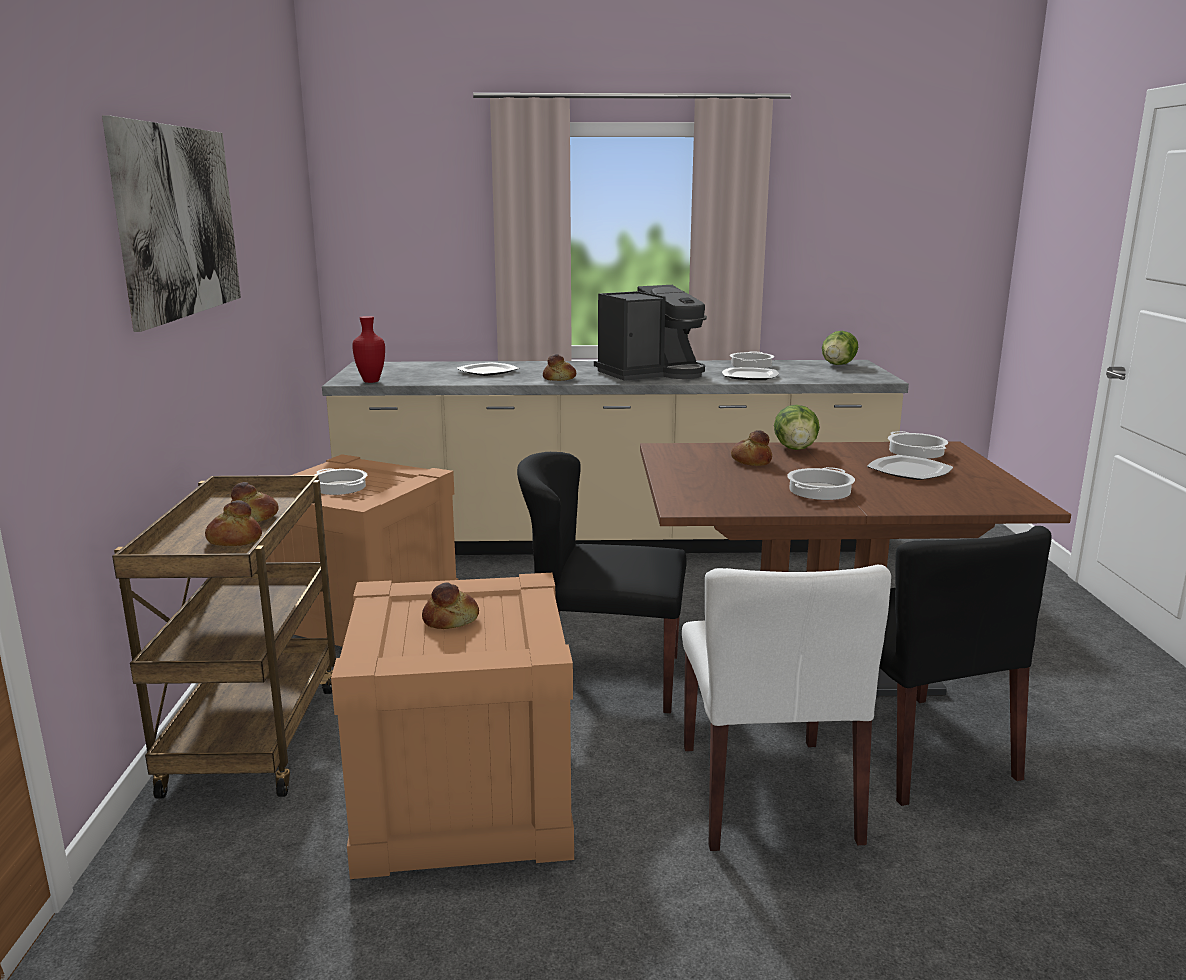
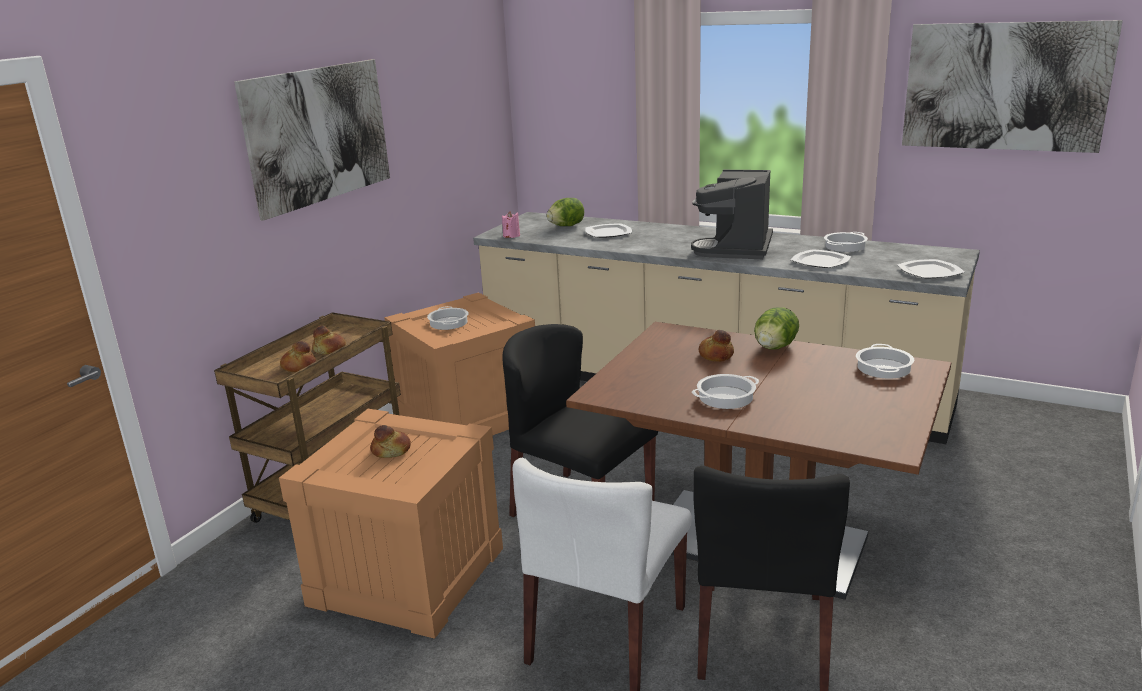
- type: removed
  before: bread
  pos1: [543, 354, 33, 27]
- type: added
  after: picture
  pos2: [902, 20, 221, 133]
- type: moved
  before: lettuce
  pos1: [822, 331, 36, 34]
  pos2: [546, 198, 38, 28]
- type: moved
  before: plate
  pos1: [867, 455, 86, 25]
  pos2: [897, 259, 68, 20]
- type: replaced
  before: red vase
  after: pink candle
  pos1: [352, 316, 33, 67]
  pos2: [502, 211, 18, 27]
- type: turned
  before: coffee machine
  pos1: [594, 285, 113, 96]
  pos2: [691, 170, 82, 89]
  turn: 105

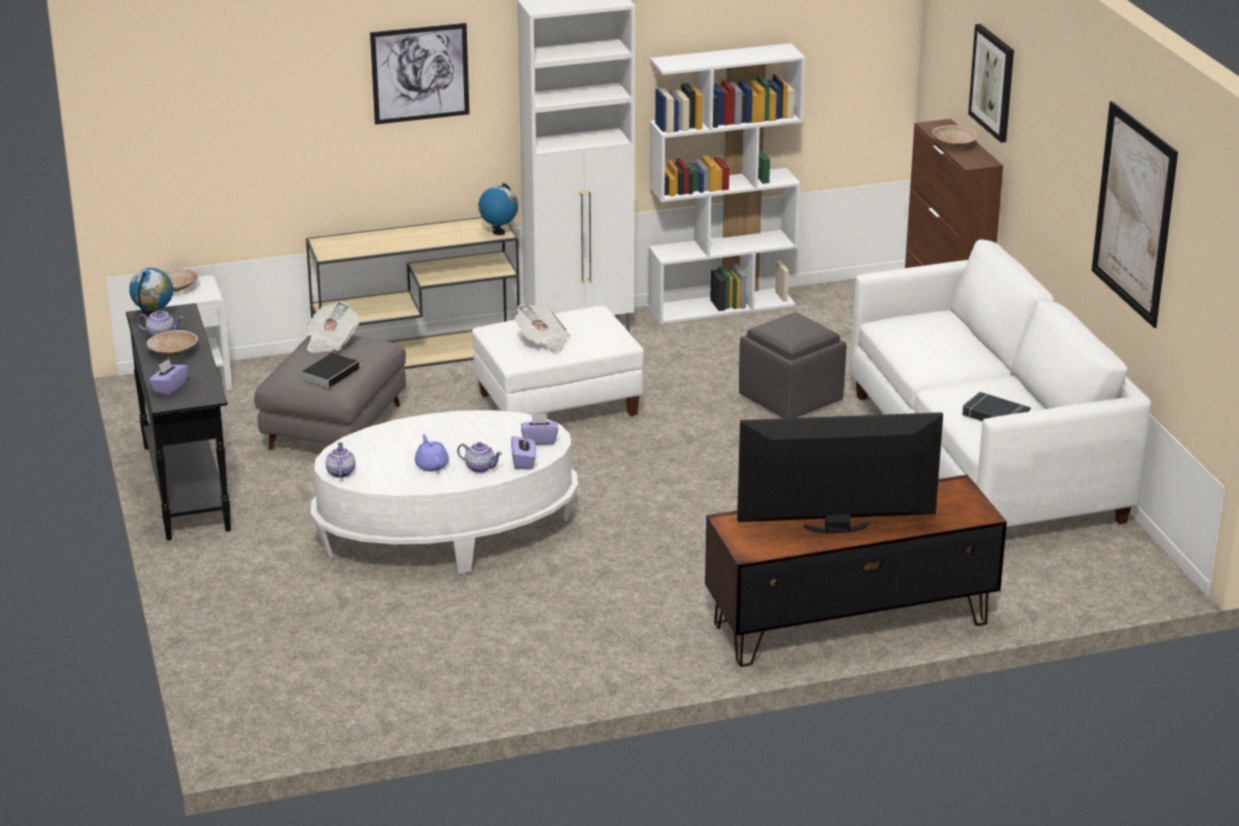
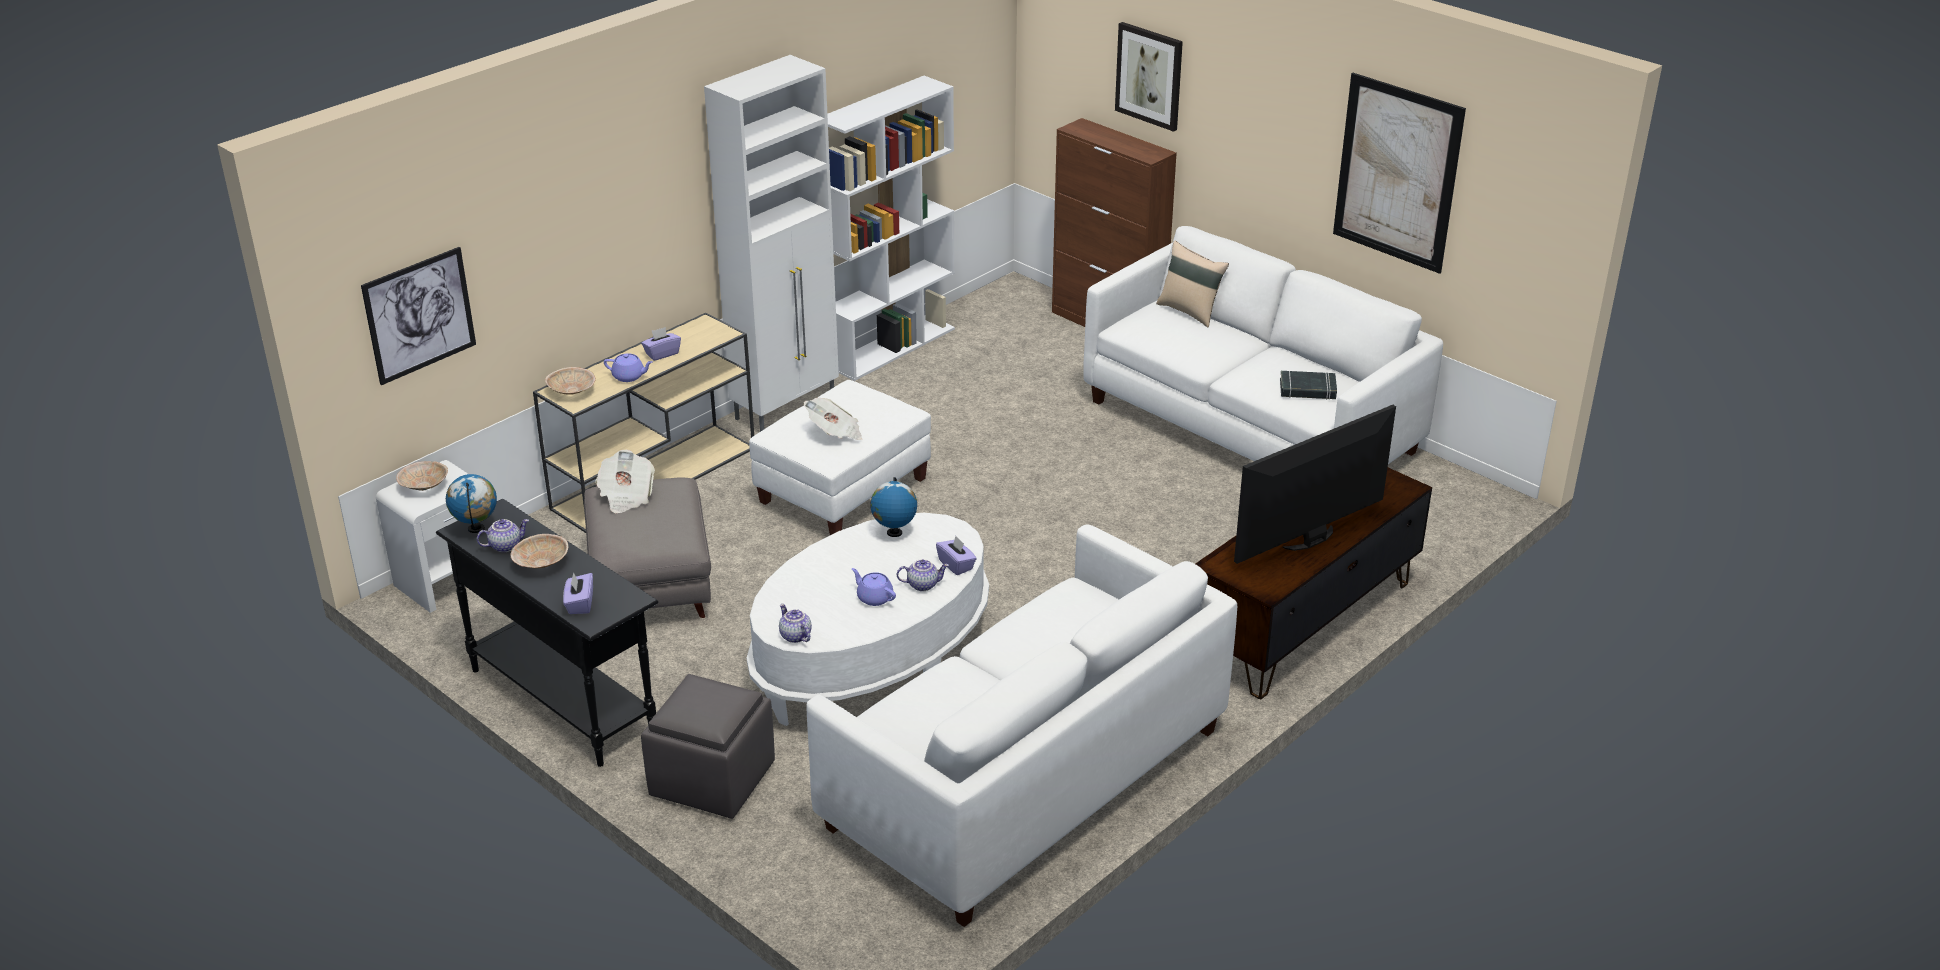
- type: removed
  before: book
  pos1: [302, 353, 59, 35]
- type: added
  after: purple teapot
  pos2: [604, 354, 49, 28]
- type: added
  after: white sofa
  pos2: [806, 525, 431, 402]
- type: added
  after: beige pillow
  pos2: [1156, 241, 73, 86]
- type: moved
  before: picture
  pos1: [370, 23, 100, 101]
  pos2: [361, 247, 115, 138]
- type: moved
  before: globe
  pos1: [478, 183, 40, 52]
  pos2: [870, 477, 47, 60]
- type: moved
  before: purple tissue box
  pos1: [521, 414, 37, 31]
  pos2: [641, 327, 40, 34]
- type: moved
  before: grey ottoman
  pos1: [739, 312, 107, 106]
  pos2: [641, 674, 134, 145]
- type: moved
  before: beige bowl
  pos1: [933, 125, 44, 23]
  pos2: [545, 367, 51, 28]

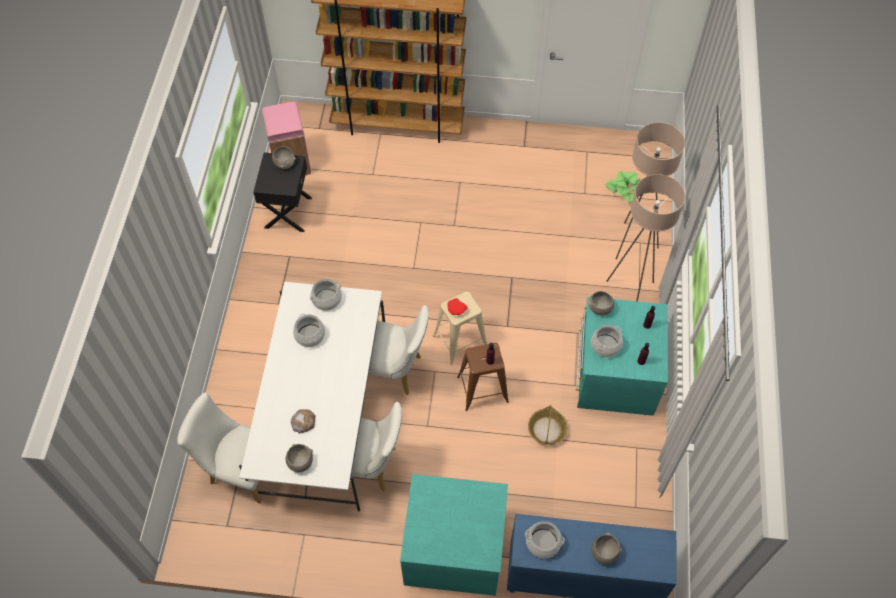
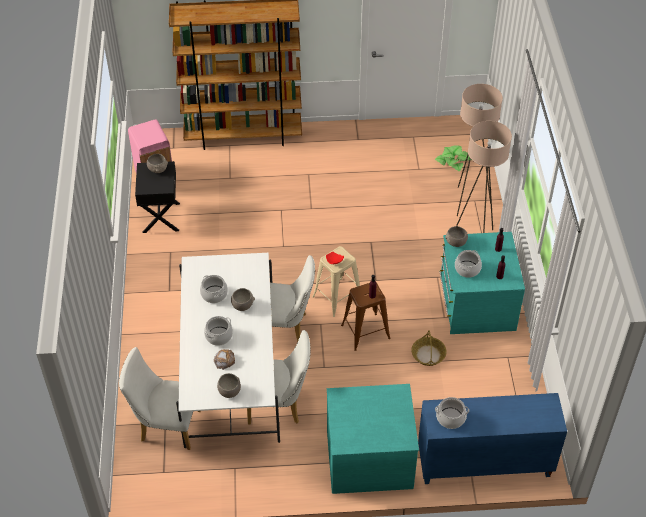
- type: moved
  before: cooking pot
  pos1: [310, 279, 32, 32]
  pos2: [204, 316, 29, 30]
- type: moved
  before: grey bowl
  pos1: [591, 533, 31, 31]
  pos2: [231, 288, 24, 23]

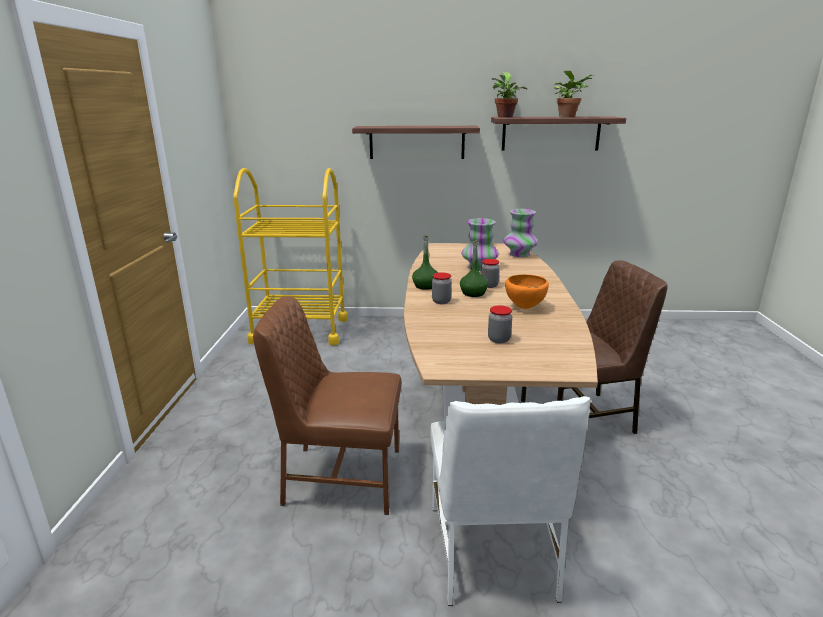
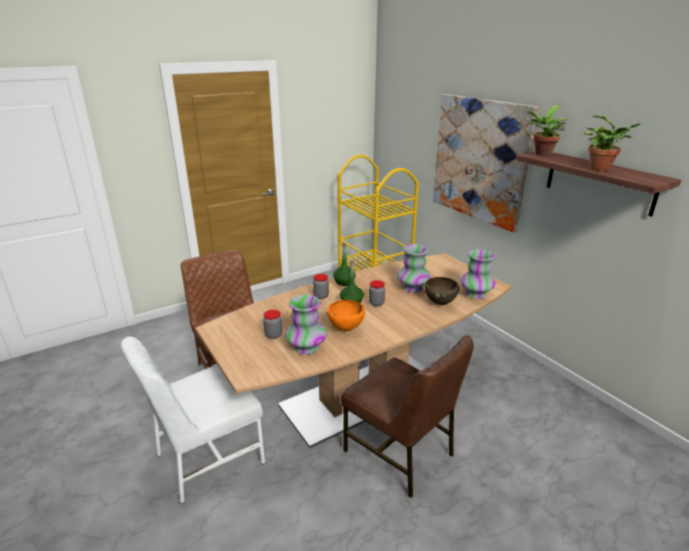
- type: added
  after: vase
  pos2: [285, 294, 42, 61]
- type: added
  after: brown bowl
  pos2: [424, 277, 35, 28]
- type: replaced
  before: shelf
  after: picture
  pos1: [352, 126, 128, 33]
  pos2: [433, 94, 105, 138]

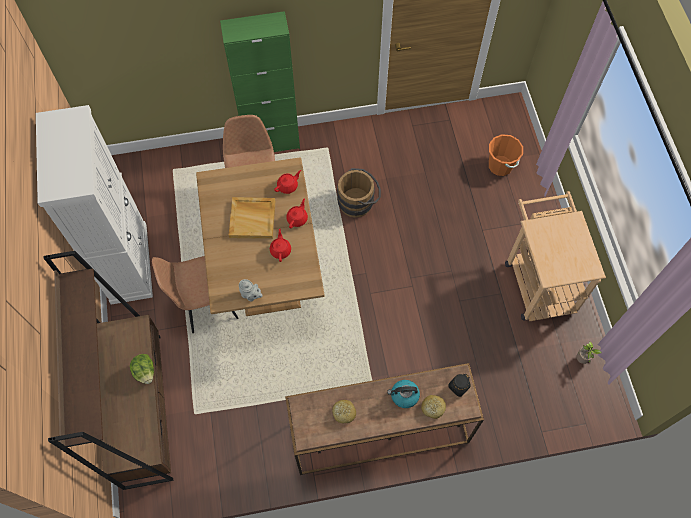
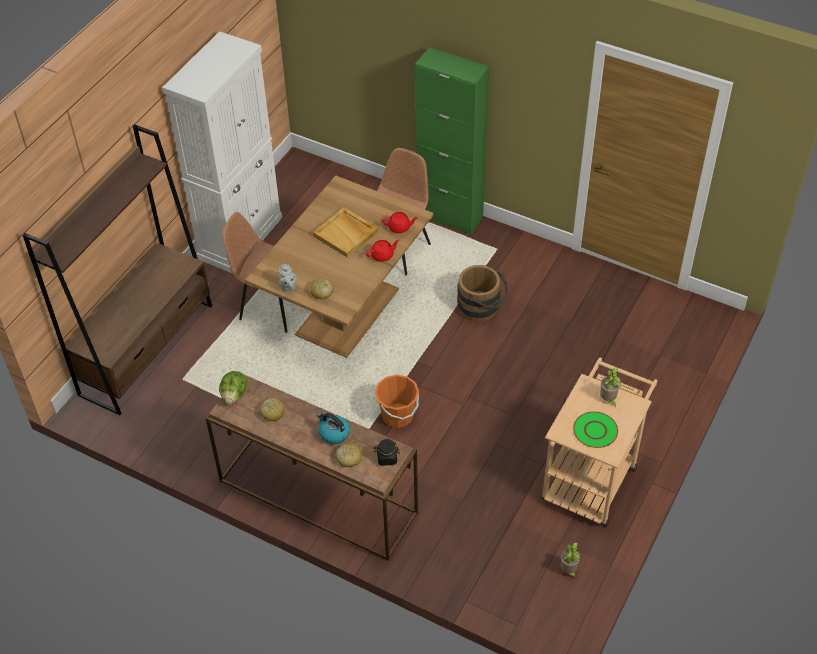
- type: removed
  before: red teapot
  pos1: [270, 228, 21, 34]
- type: added
  after: bread
  pos2: [310, 278, 24, 21]
- type: added
  after: green plate
  pos2: [573, 411, 45, 37]
- type: added
  after: potted plant
  pos2: [600, 368, 21, 37]
- type: moved
  before: lettuce
  pos1: [130, 354, 24, 30]
  pos2: [219, 371, 29, 33]
- type: moved
  before: orange bucket
  pos1: [489, 134, 34, 42]
  pos2: [375, 375, 44, 53]

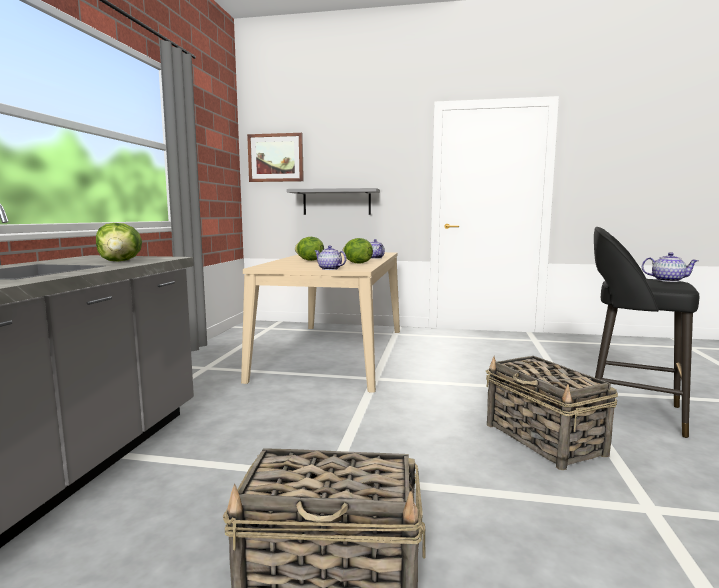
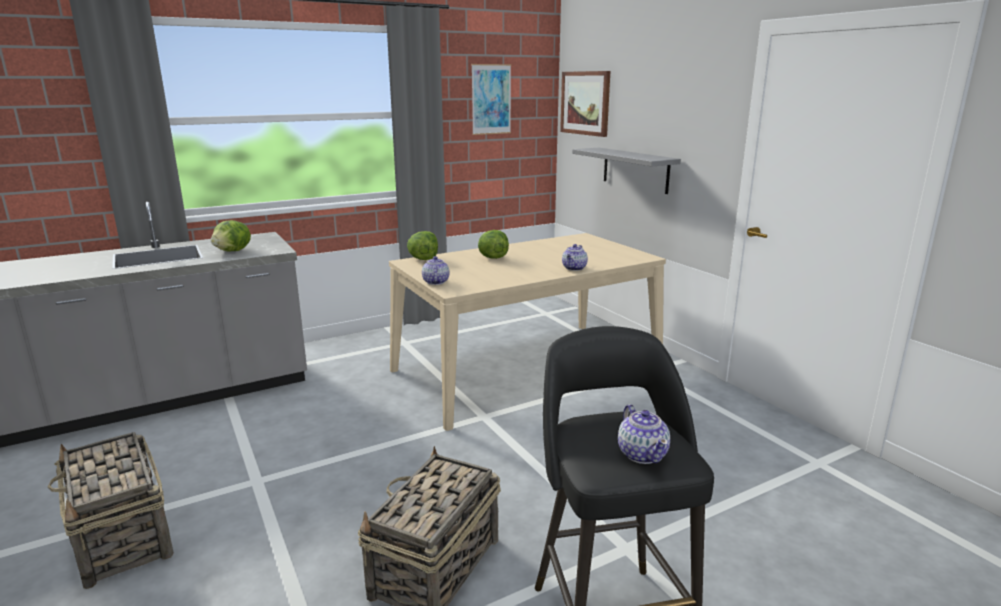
- type: added
  after: picture
  pos2: [471, 64, 40, 71]
- type: moved
  before: lettuce
  pos1: [343, 238, 30, 26]
  pos2: [407, 231, 31, 29]

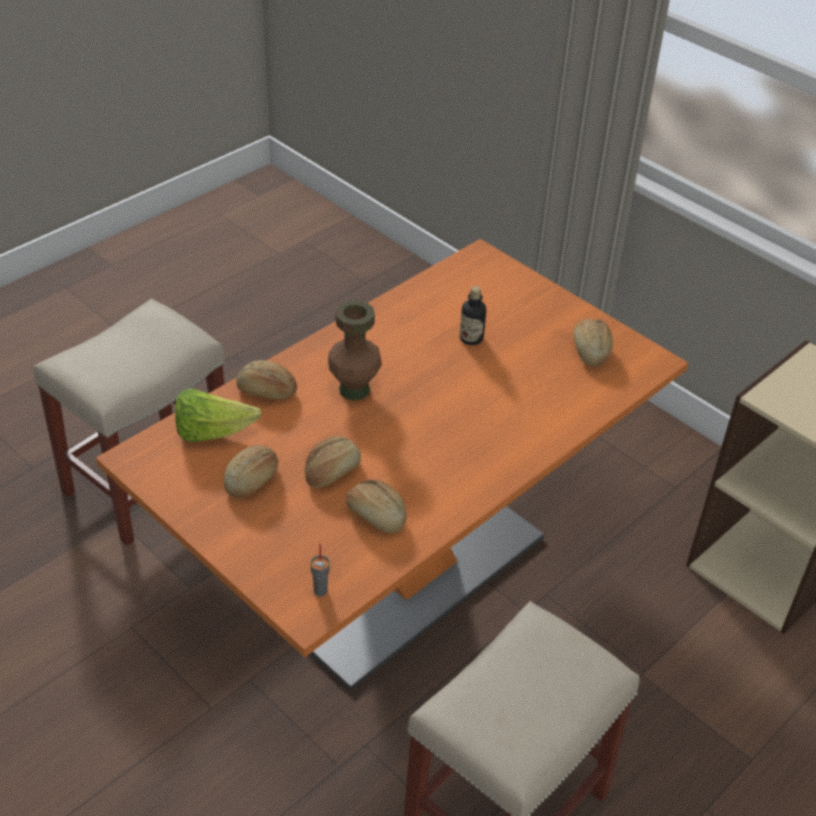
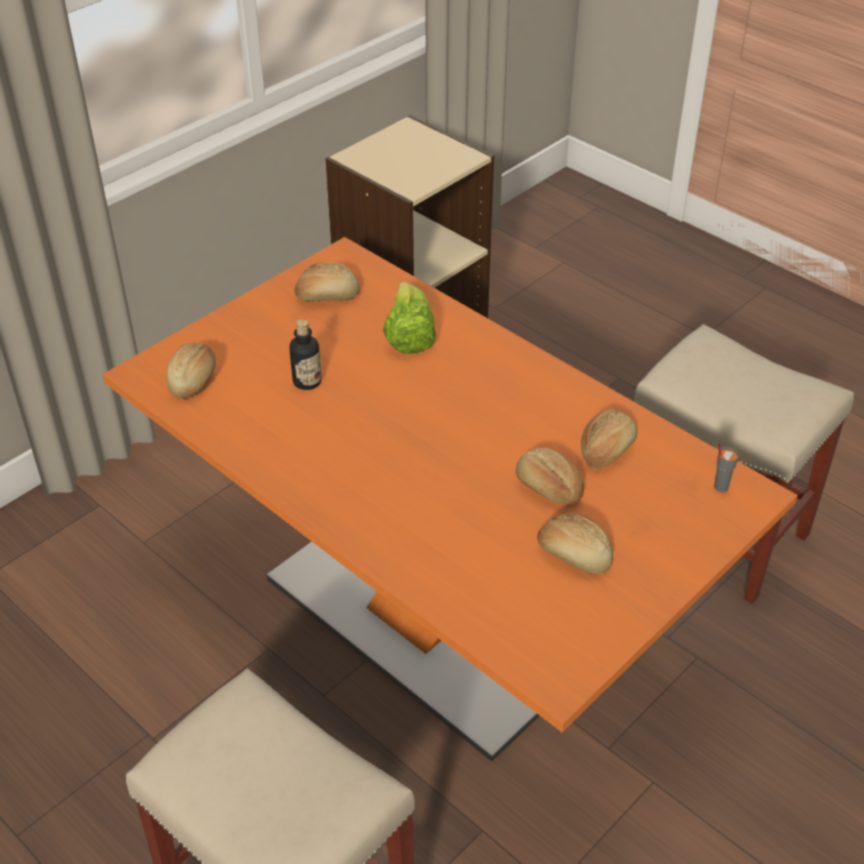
- type: removed
  before: brown vase
  pos1: [328, 300, 54, 100]
- type: moved
  before: lettuce
  pos1: [175, 389, 87, 53]
  pos2: [383, 282, 53, 72]
- type: moved
  before: bread
  pos1: [236, 360, 61, 39]
  pos2: [166, 343, 50, 56]

